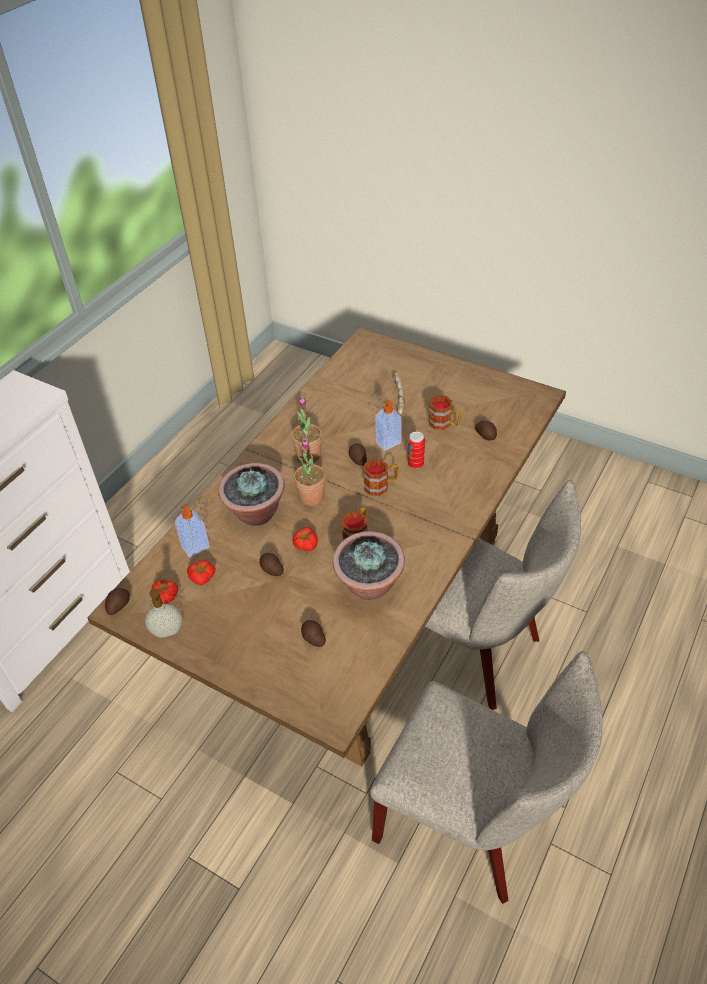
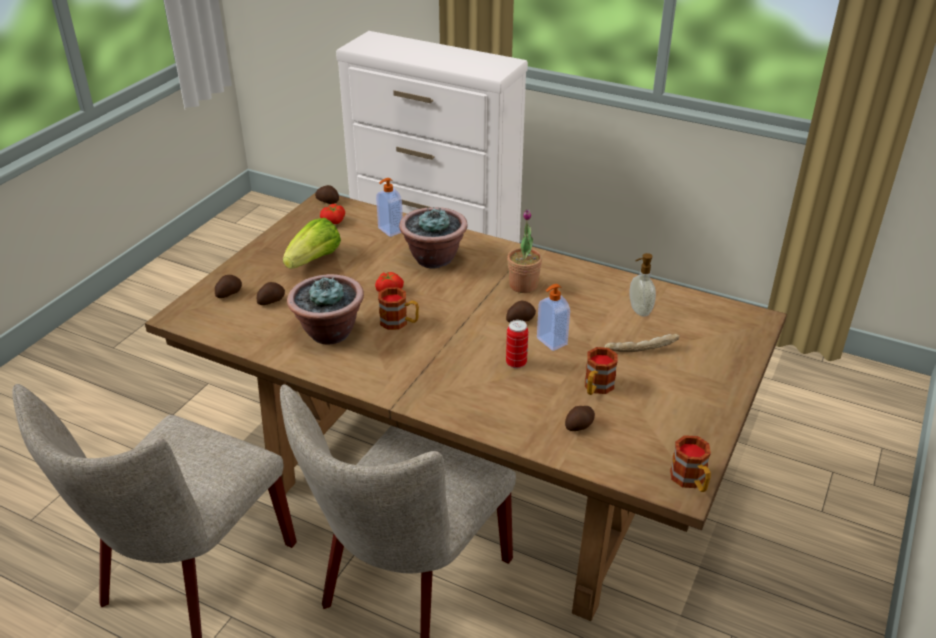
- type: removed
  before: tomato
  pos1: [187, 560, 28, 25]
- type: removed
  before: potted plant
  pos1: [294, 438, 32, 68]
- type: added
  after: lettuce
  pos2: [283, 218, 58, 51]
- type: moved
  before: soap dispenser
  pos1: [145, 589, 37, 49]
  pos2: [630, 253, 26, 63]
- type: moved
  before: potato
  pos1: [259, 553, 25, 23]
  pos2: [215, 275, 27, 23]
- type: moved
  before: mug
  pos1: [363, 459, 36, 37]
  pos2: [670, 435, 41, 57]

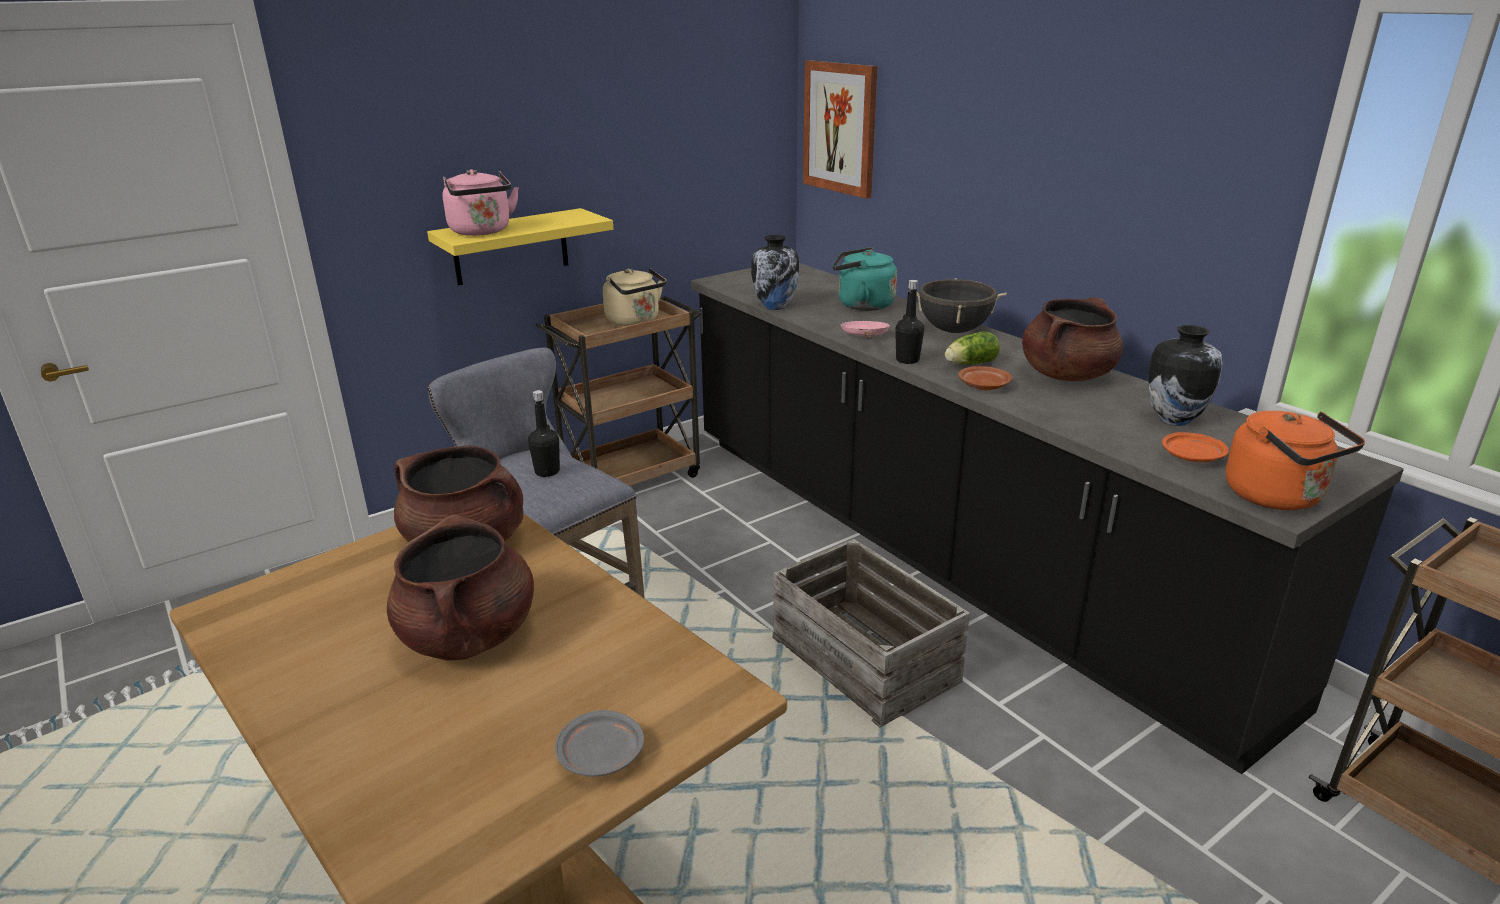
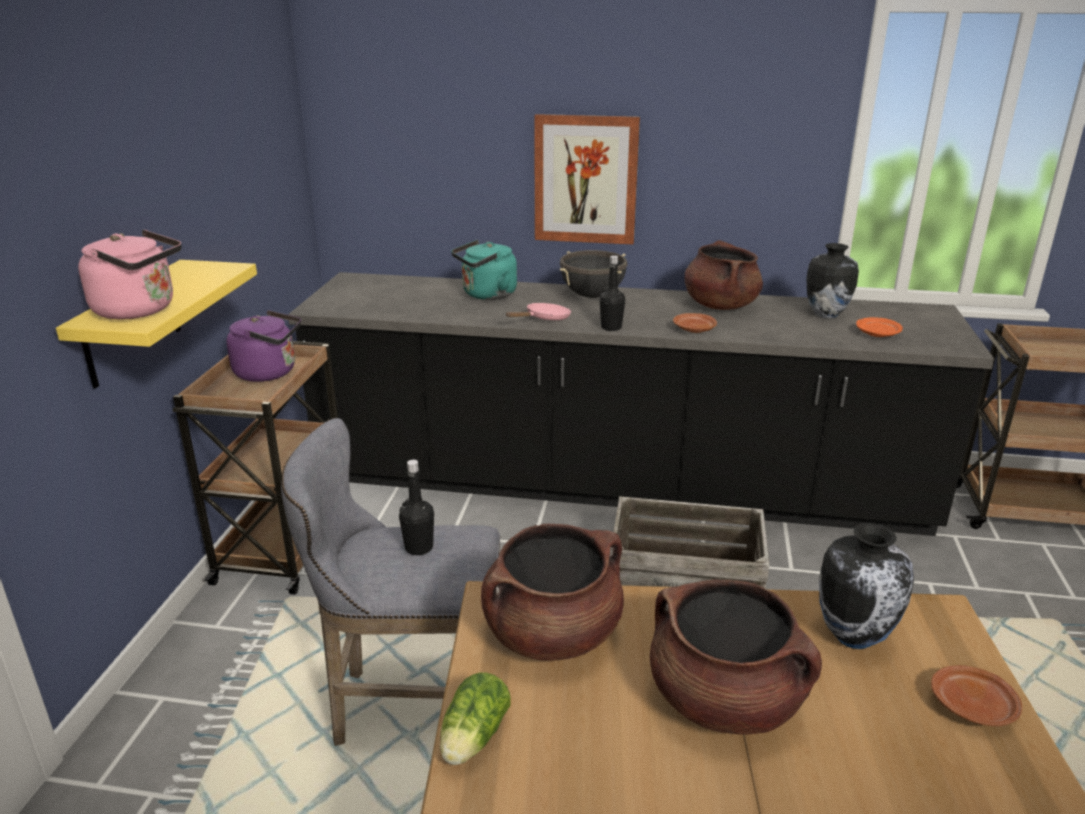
- type: removed
  before: orange kettle
  pos1: [1226, 411, 139, 99]
- type: moved
  before: vase
  pos1: [751, 235, 48, 75]
  pos2: [819, 523, 95, 126]
- type: moved
  before: picture
  pos1: [803, 60, 75, 139]
  pos2: [534, 114, 106, 130]
- type: moved
  before: lettuce
  pos1: [945, 331, 55, 34]
  pos2: [440, 672, 71, 93]
- type: recoloured
  before: grey plate
  after: brown plate
  pos1: [555, 710, 89, 67]
  pos2: [931, 665, 91, 61]
- type: recoloured
  before: beige kettle
  after: purple kettle
  pos1: [603, 268, 64, 58]
  pos2: [226, 310, 75, 72]
- type: turned
  before: pink frying pan
  pos1: [841, 321, 49, 18]
  pos2: [506, 303, 65, 17]
  turn: 90

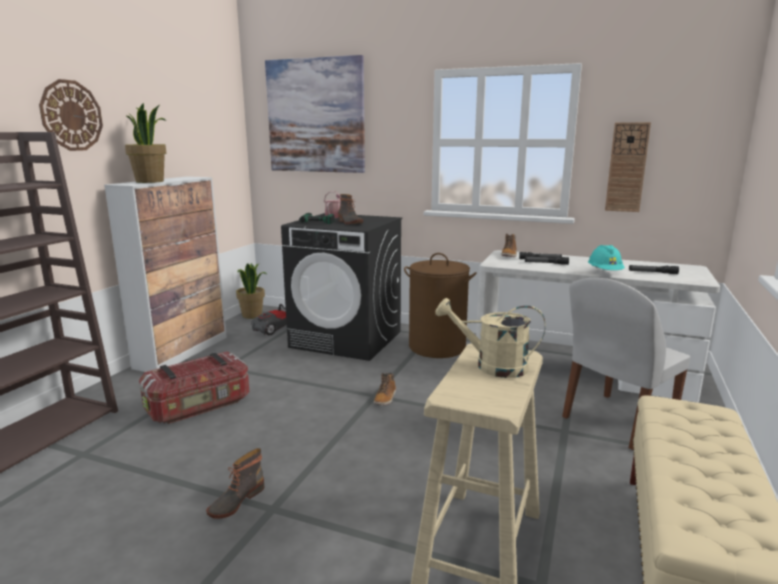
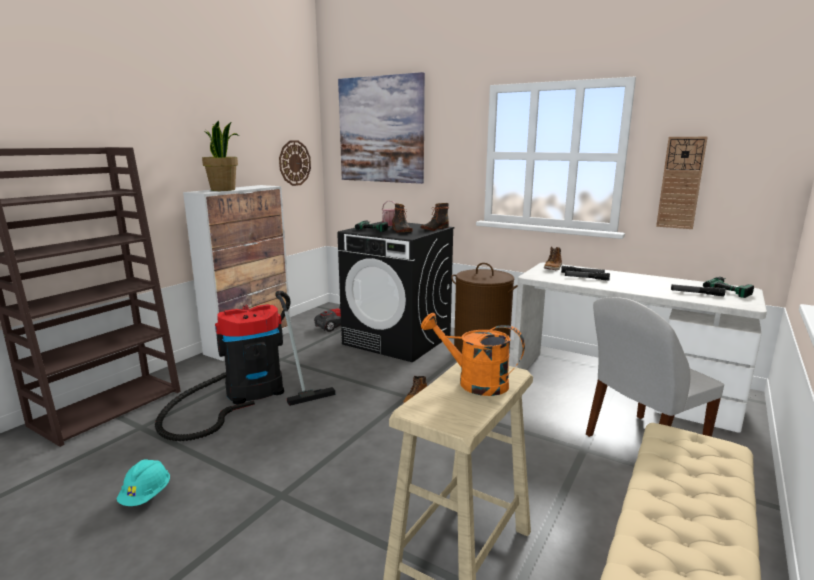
- type: removed
  before: potted plant
  pos1: [236, 263, 31, 56]
- type: added
  after: power drill
  pos2: [703, 277, 51, 21]
- type: moved
  before: wall clock
  pos1: [39, 79, 64, 72]
  pos2: [279, 141, 32, 45]
- type: moved
  before: boot
  pos1: [206, 448, 58, 71]
  pos2: [421, 203, 28, 28]
- type: moved
  before: turquoise hard hat
  pos1: [588, 245, 37, 25]
  pos2: [117, 459, 53, 47]
- type: replaced
  before: storage box
  after: vacuum cleaner
  pos1: [139, 351, 110, 73]
  pos2: [155, 291, 180, 150]
- type: recoloured
  before: beige watering can
  after: orange watering can
  pos1: [435, 298, 111, 80]
  pos2: [421, 313, 104, 83]

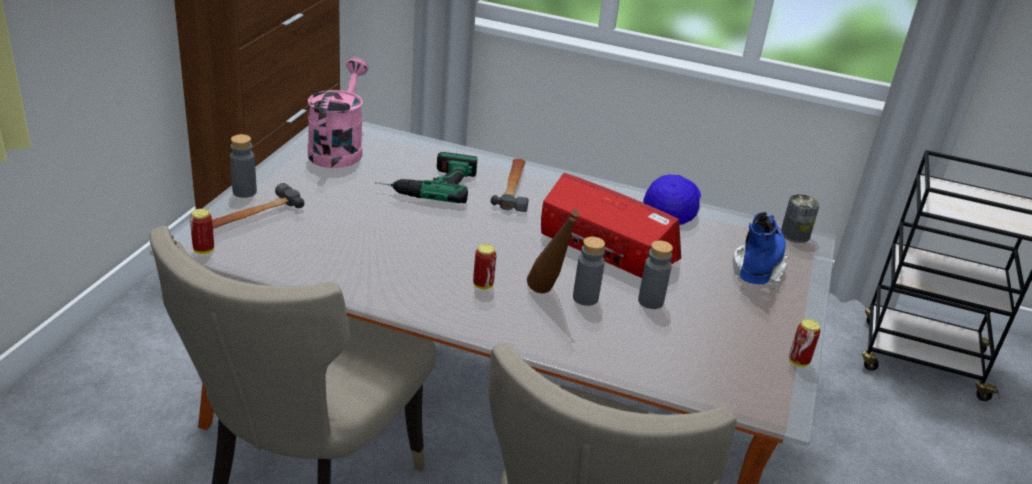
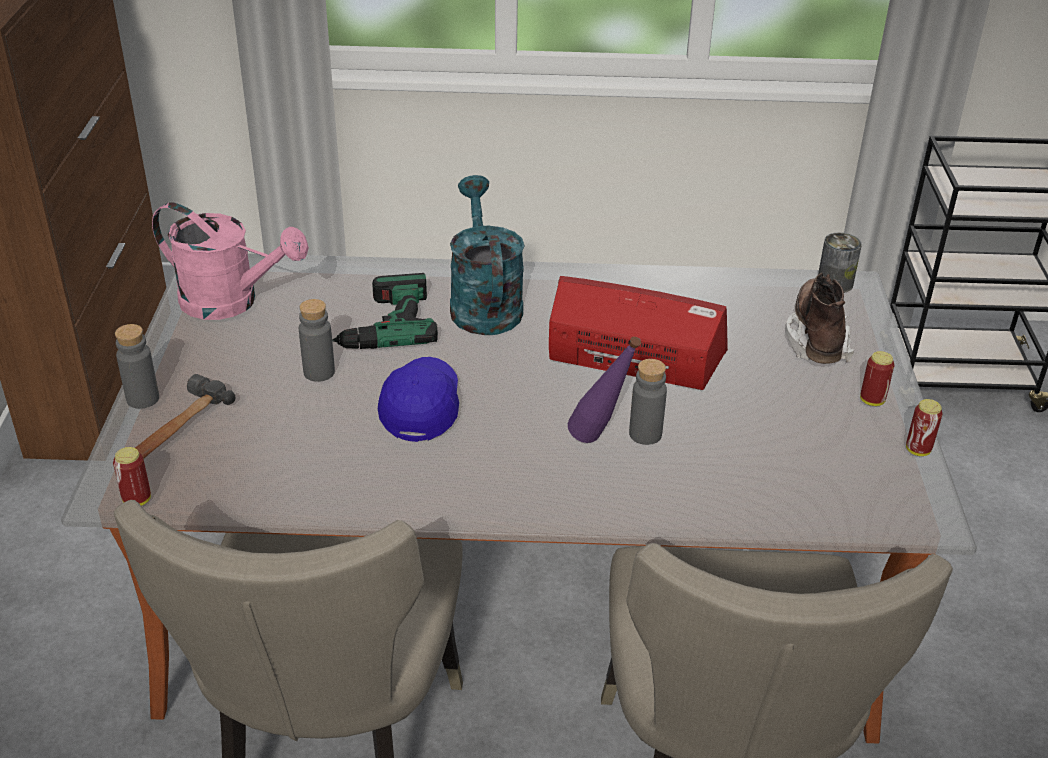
- type: moved
  before: can
  pos1: [473, 244, 24, 45]
  pos2: [860, 351, 35, 55]
- type: moved
  before: grey bottle
  pos1: [638, 240, 35, 69]
  pos2: [299, 299, 36, 83]
- type: moved
  before: blue cap
  pos1: [643, 175, 58, 50]
  pos2: [378, 357, 81, 85]
- type: replaced
  before: hammer
  after: turquoise watering can
  pos1: [491, 159, 38, 53]
  pos2: [450, 175, 75, 160]
- type: recoloured
  before: brown bottle
  after: purple bottle
  pos1: [527, 210, 53, 83]
  pos2: [568, 337, 73, 106]
- type: recoloured
  before: blue boot
  after: brown boot
  pos1: [733, 212, 56, 77]
  pos2: [785, 273, 69, 91]
- type: turned
  before: pink watering can
  pos1: [308, 58, 61, 110]
  pos2: [152, 202, 157, 118]
  turn: 120

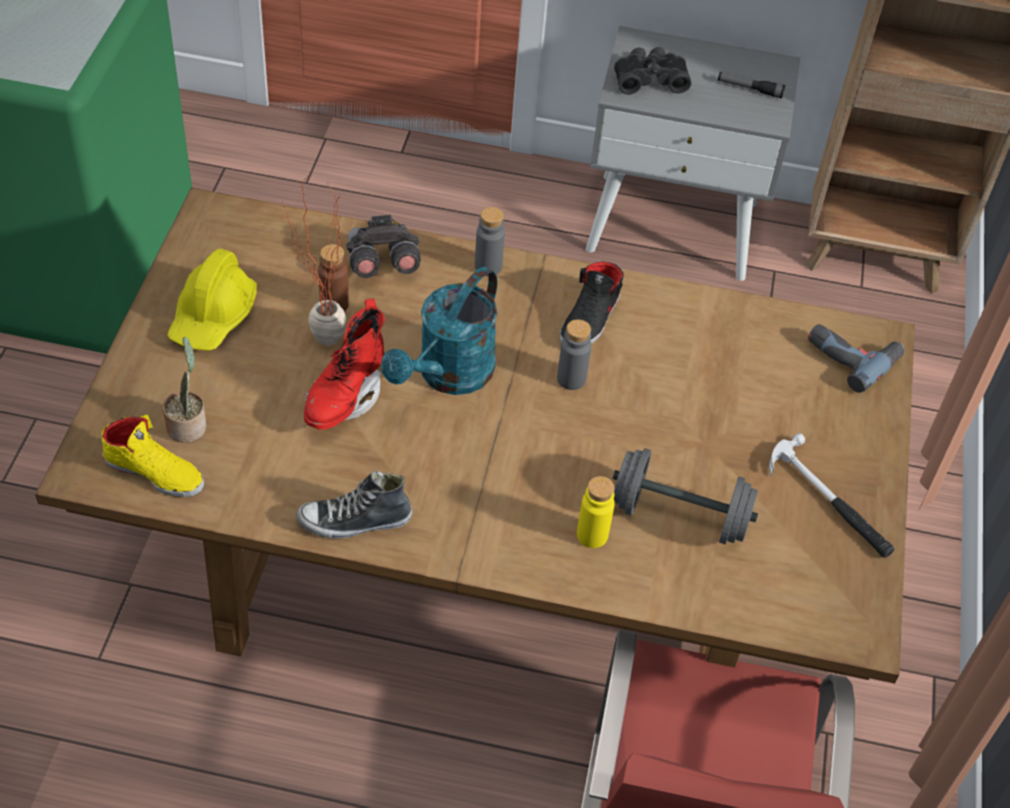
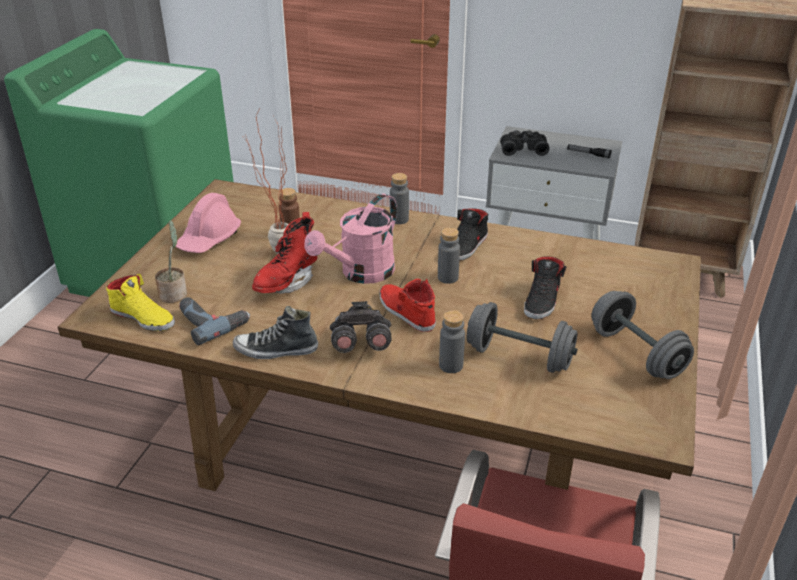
- type: added
  after: red shoe
  pos2: [379, 279, 57, 53]
- type: added
  after: black shoe
  pos2: [524, 256, 42, 63]
- type: moved
  before: grey binoculars
  pos1: [346, 215, 75, 63]
  pos2: [330, 301, 61, 52]
- type: moved
  before: power drill
  pos1: [808, 324, 96, 69]
  pos2: [179, 297, 71, 48]
- type: replaced
  before: hammer
  after: grey dumbbell
  pos1: [769, 433, 125, 125]
  pos2: [591, 291, 103, 88]
- type: recoloured
  before: yellow hard hat
  after: pink hard hat
  pos1: [167, 249, 90, 102]
  pos2: [176, 193, 65, 60]
- type: recoloured
  before: turquoise watering can
  after: pink watering can
  pos1: [381, 267, 117, 128]
  pos2: [304, 194, 93, 90]
- type: recoloured
  before: yellow bottle
  after: grey bottle
  pos1: [577, 476, 38, 72]
  pos2: [439, 310, 26, 63]

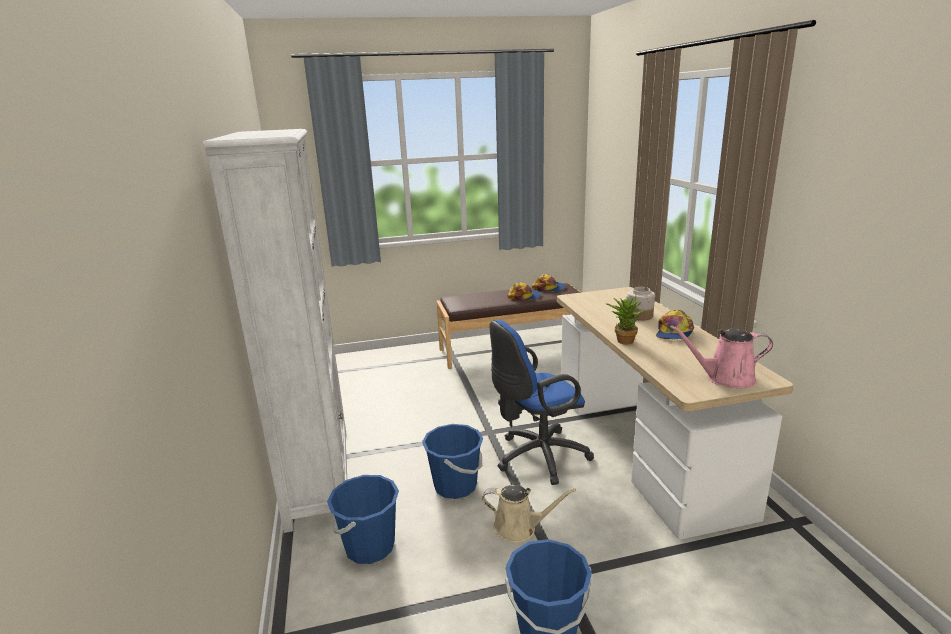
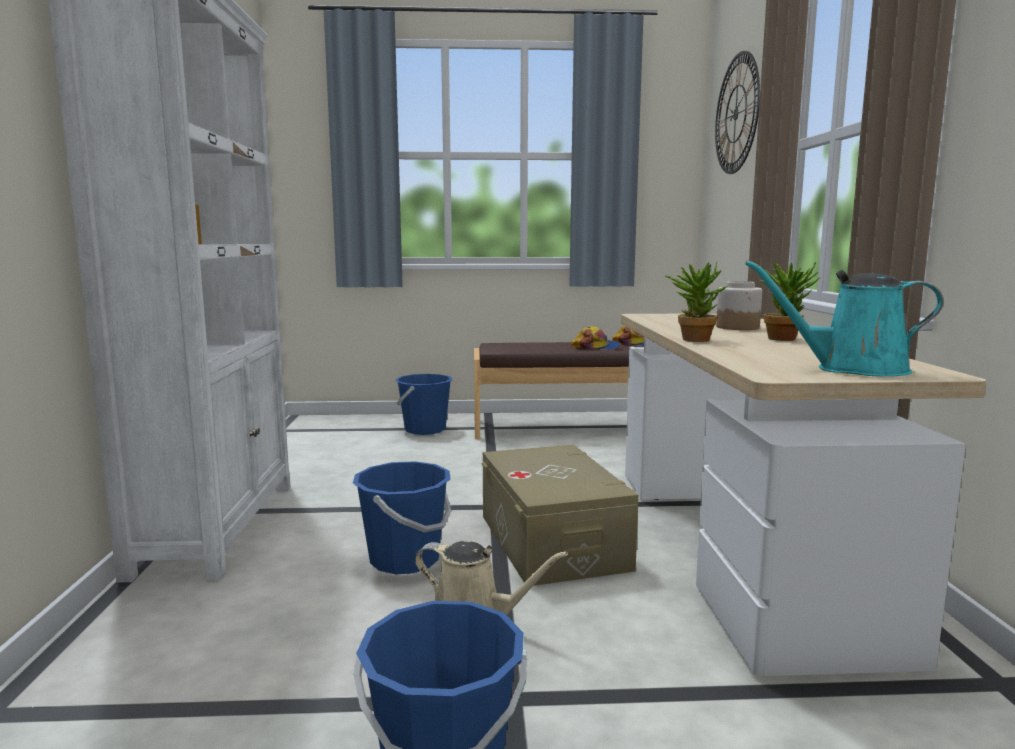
- type: added
  after: wall clock
  pos2: [715, 51, 45, 123]
- type: moved
  before: blue bucket
  pos1: [327, 475, 72, 89]
  pos2: [395, 374, 58, 61]
- type: replaced
  before: blue office chair
  after: beige storage box
  pos1: [490, 319, 104, 166]
  pos2: [482, 444, 157, 142]
- type: replaced
  before: cap
  after: potted plant
  pos1: [656, 310, 38, 29]
  pos2: [760, 262, 60, 79]
- type: recoloured
  before: pink watering can
  after: turquoise watering can
  pos1: [670, 325, 103, 64]
  pos2: [745, 260, 199, 117]

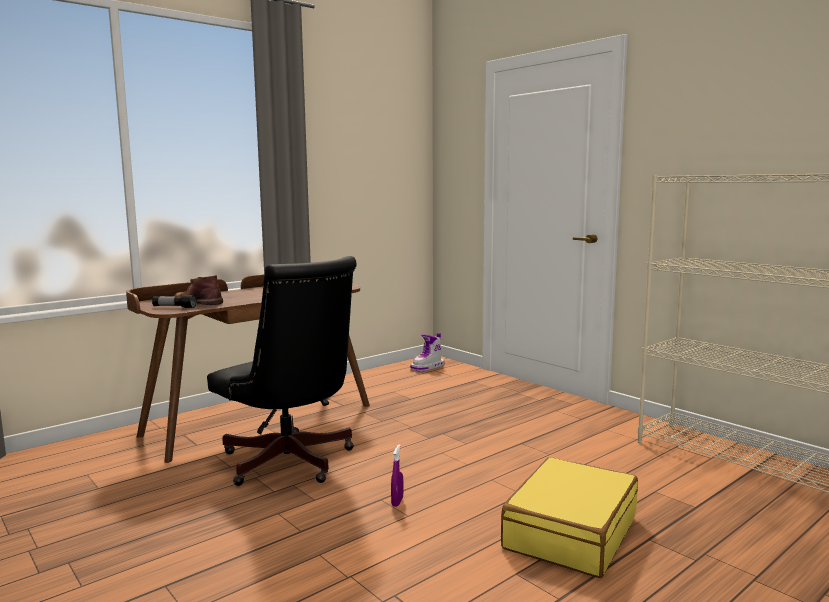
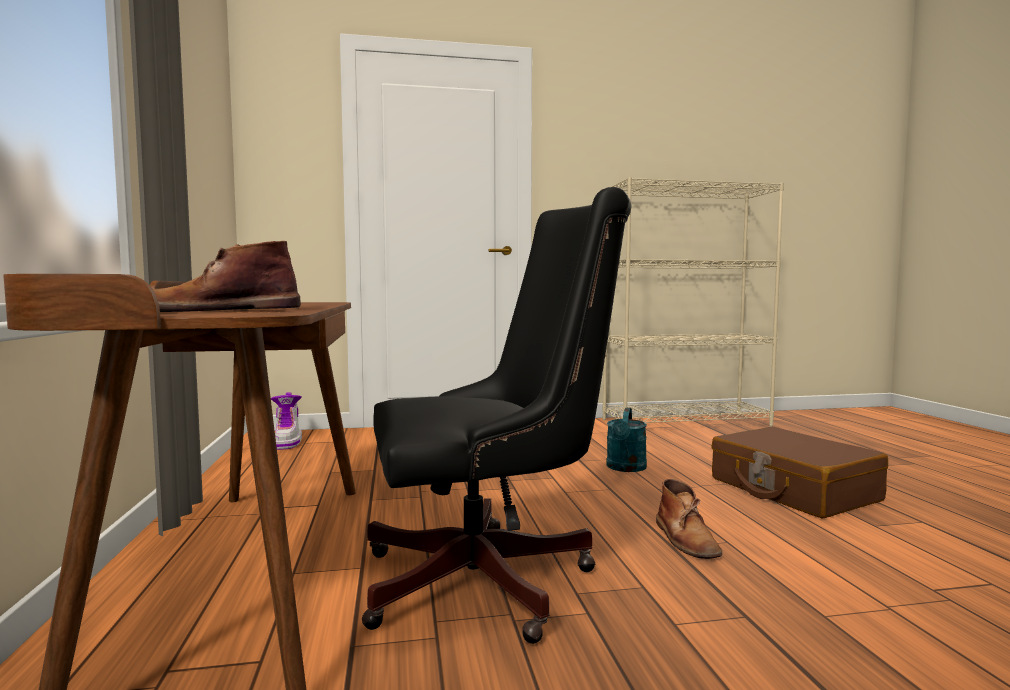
- type: removed
  before: flashlight
  pos1: [152, 295, 44, 13]
- type: added
  after: turquoise watering can
  pos2: [606, 408, 41, 64]
- type: replaced
  before: purple spray bottle
  after: brown boot
  pos1: [391, 444, 12, 63]
  pos2: [656, 479, 66, 80]
- type: recoloured
  before: yellow suitcase
  after: brown suitcase
  pos1: [501, 457, 137, 121]
  pos2: [711, 426, 177, 92]

